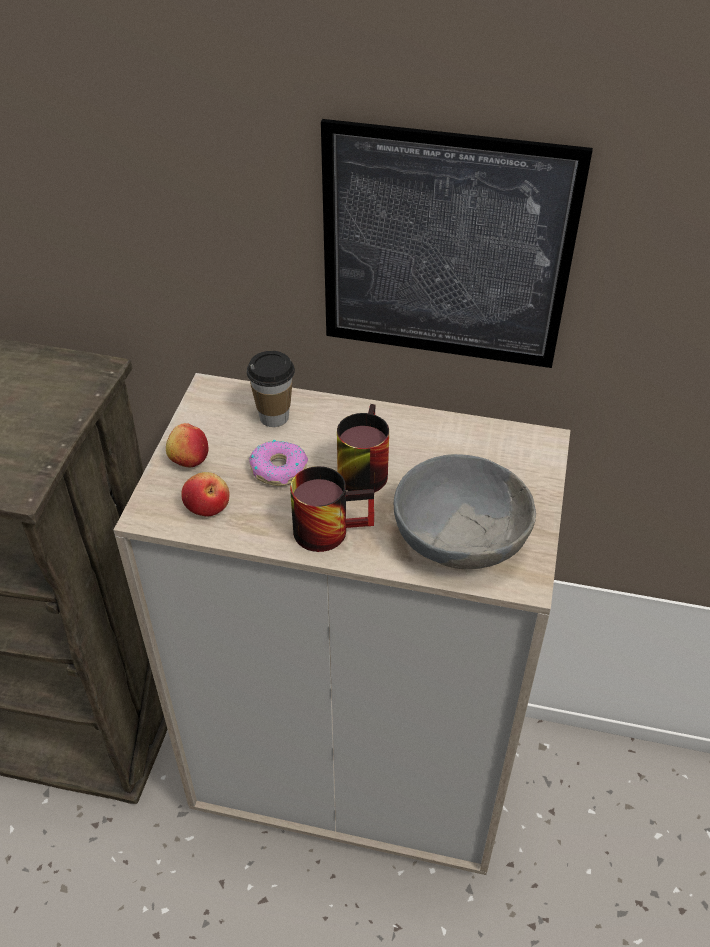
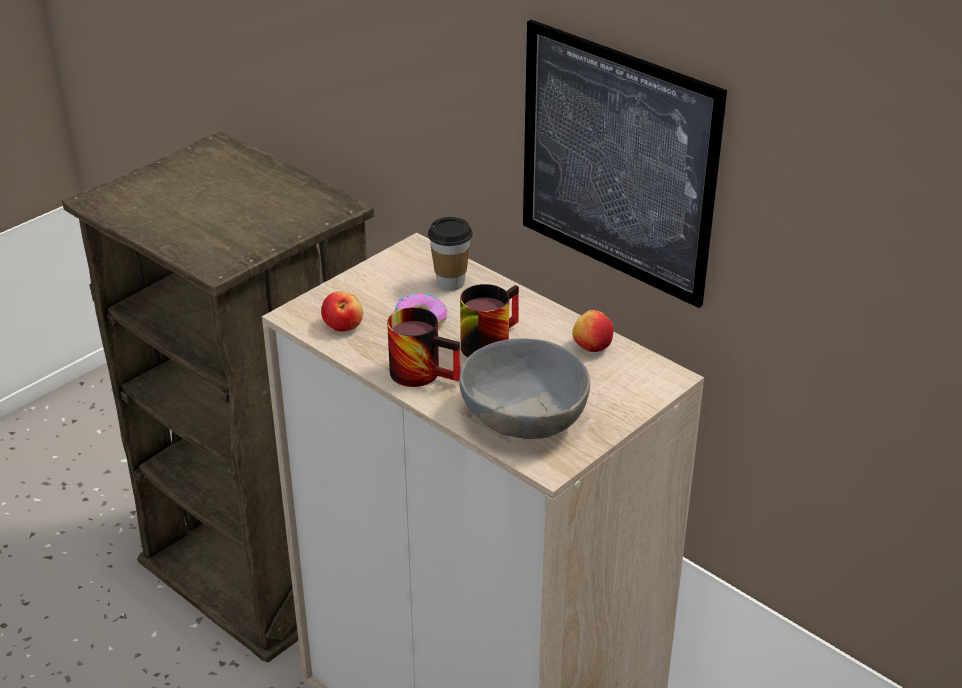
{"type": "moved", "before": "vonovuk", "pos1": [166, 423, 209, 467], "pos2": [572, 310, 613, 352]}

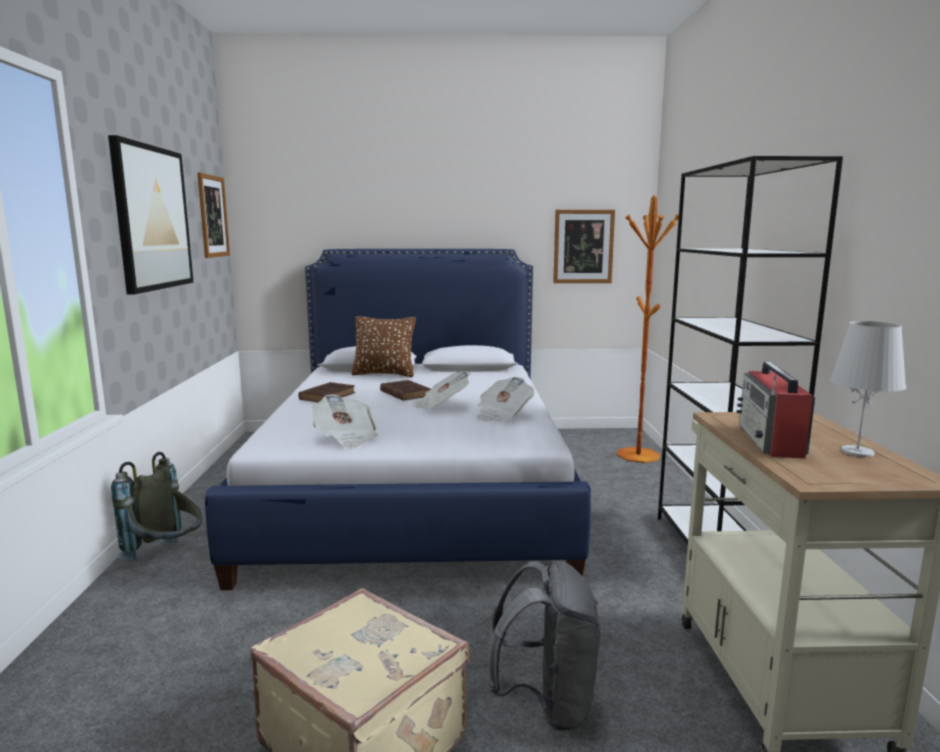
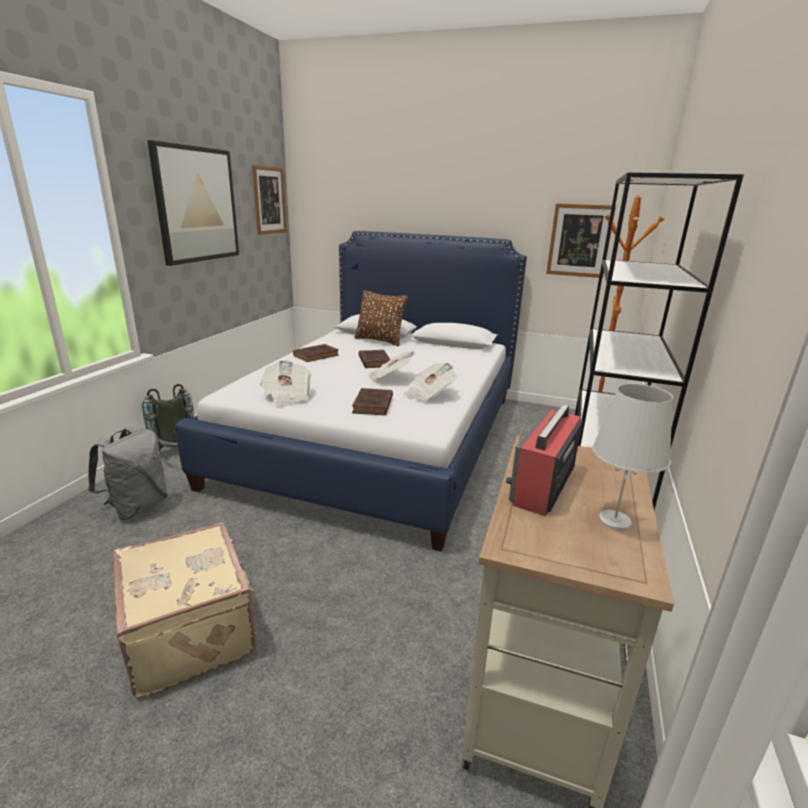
{"type": "moved", "before": "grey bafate", "pos1": [488, 560, 600, 731], "pos2": [88, 427, 168, 520]}
{"type": "added", "after": "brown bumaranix", "pos2": [352, 388, 393, 416]}

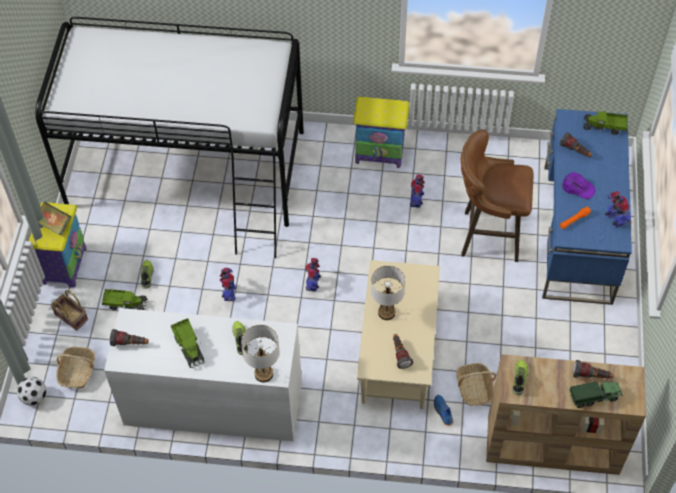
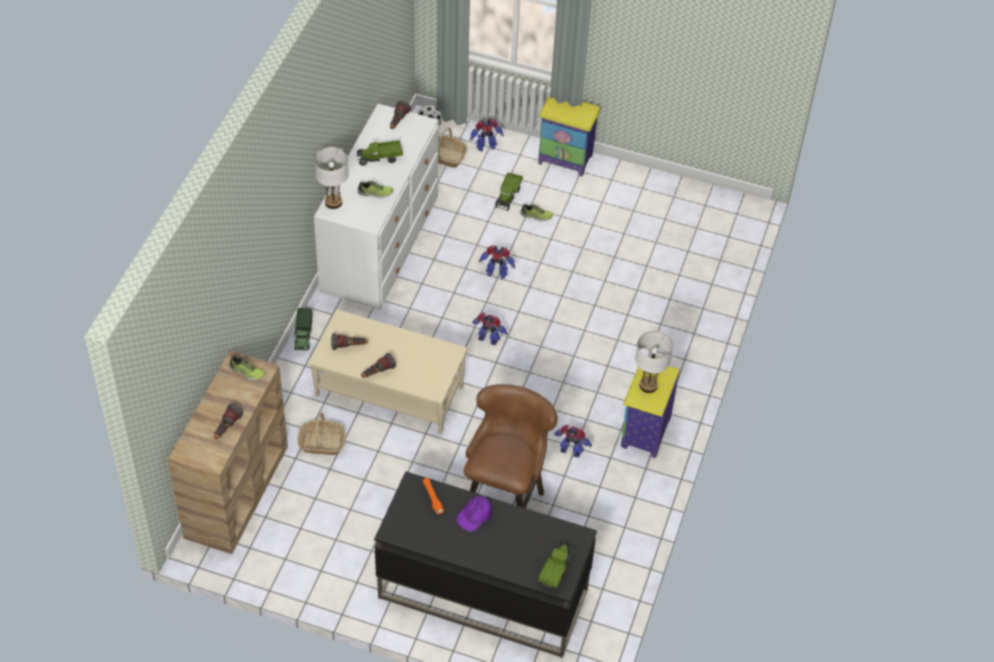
{"type": "moved", "before": "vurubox", "pos1": [570, 379, 623, 408], "pos2": [293, 308, 312, 350]}
{"type": "moved", "before": "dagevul", "pos1": [560, 132, 592, 157], "pos2": [361, 353, 396, 378]}
{"type": "recoloured", "before": "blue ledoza", "after": "black ledoza", "pos1": [542, 109, 632, 305], "pos2": [374, 471, 597, 658]}
{"type": "moved", "before": "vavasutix", "pos1": [605, 191, 631, 228], "pos2": [470, 119, 504, 151]}
{"type": "moved", "before": "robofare", "pos1": [371, 266, 405, 320], "pos2": [635, 331, 673, 393]}
{"type": "removed", "before": "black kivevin", "pos1": [35, 17, 304, 258]}
{"type": "removed", "before": "bumaranix", "pos1": [38, 202, 71, 235]}
{"type": "removed", "before": "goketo", "pos1": [50, 290, 88, 331]}
{"type": "removed", "before": "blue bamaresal", "pos1": [434, 395, 453, 426]}

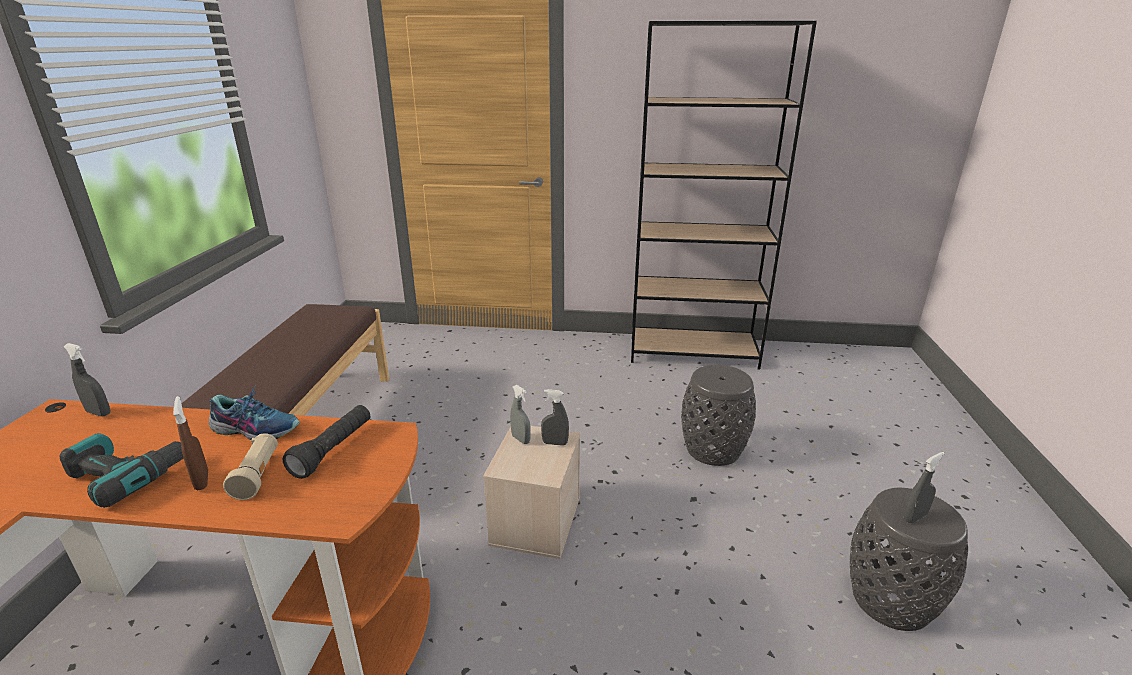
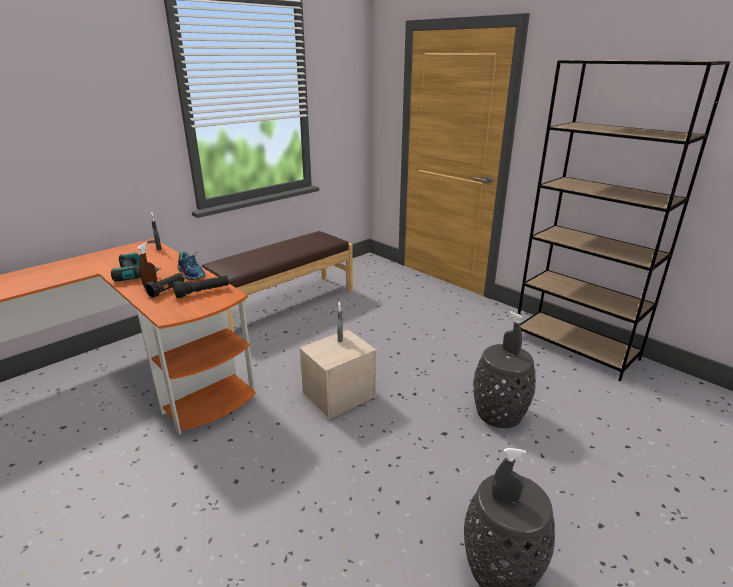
{"type": "recoloured", "before": "beige dagevul", "after": "black dagevul", "pos1": [223, 433, 278, 500], "pos2": [145, 273, 184, 298]}
{"type": "moved", "before": "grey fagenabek", "pos1": [541, 389, 569, 446], "pos2": [503, 311, 523, 356]}

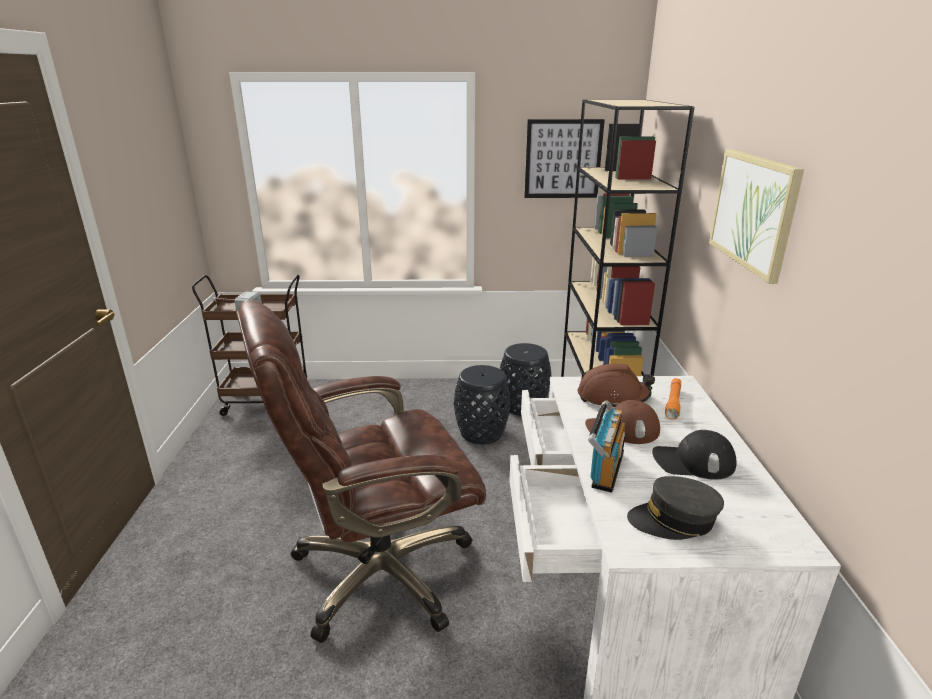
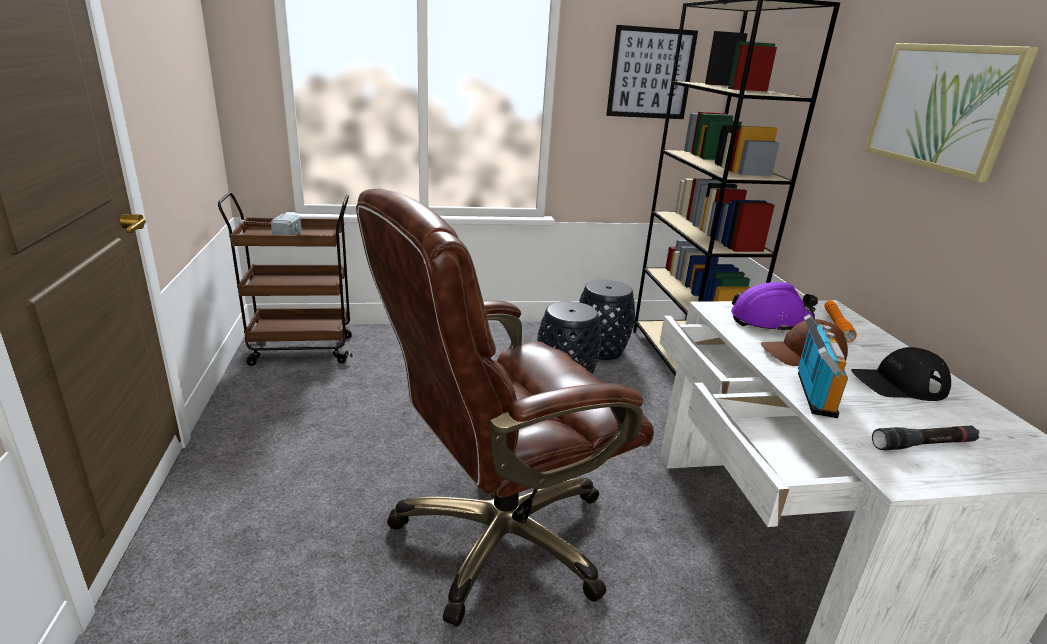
{"type": "recoloured", "before": "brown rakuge", "after": "purple rakuge", "pos1": [578, 364, 655, 407], "pos2": [731, 282, 818, 333]}
{"type": "replaced", "before": "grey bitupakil", "after": "black dagevul", "pos1": [627, 476, 724, 540], "pos2": [872, 426, 979, 450]}

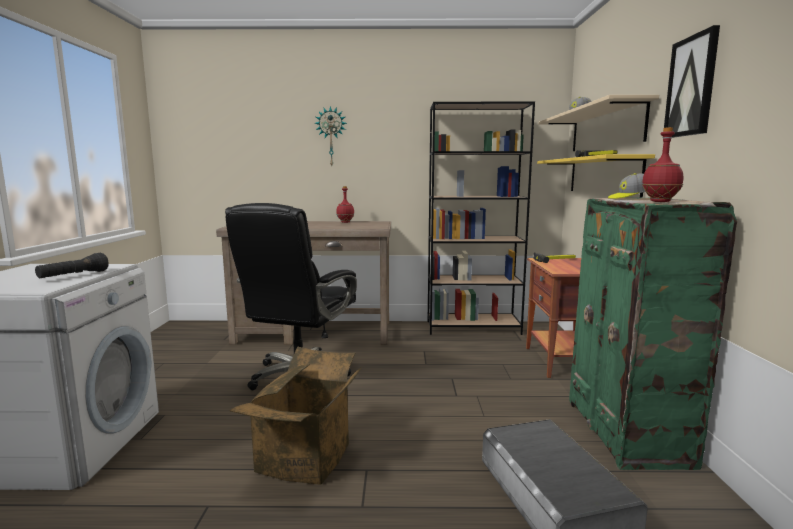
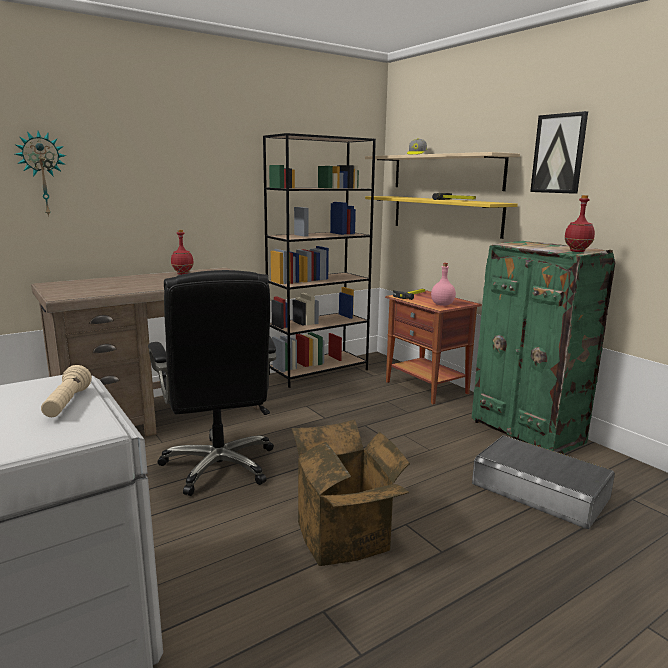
{"type": "moved", "before": "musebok", "pos1": [315, 106, 347, 166], "pos2": [15, 131, 66, 217]}
{"type": "recoloured", "before": "black dagevul", "after": "beige dagevul", "pos1": [35, 253, 109, 278], "pos2": [41, 365, 92, 417]}
{"type": "added", "after": "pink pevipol", "pos2": [431, 263, 456, 306]}
{"type": "removed", "before": "bitupakil", "pos1": [608, 173, 646, 199]}

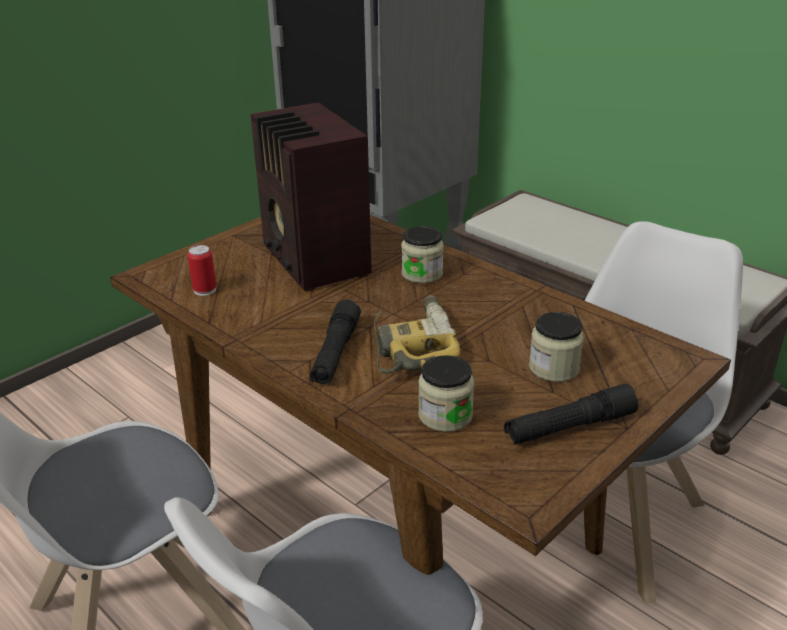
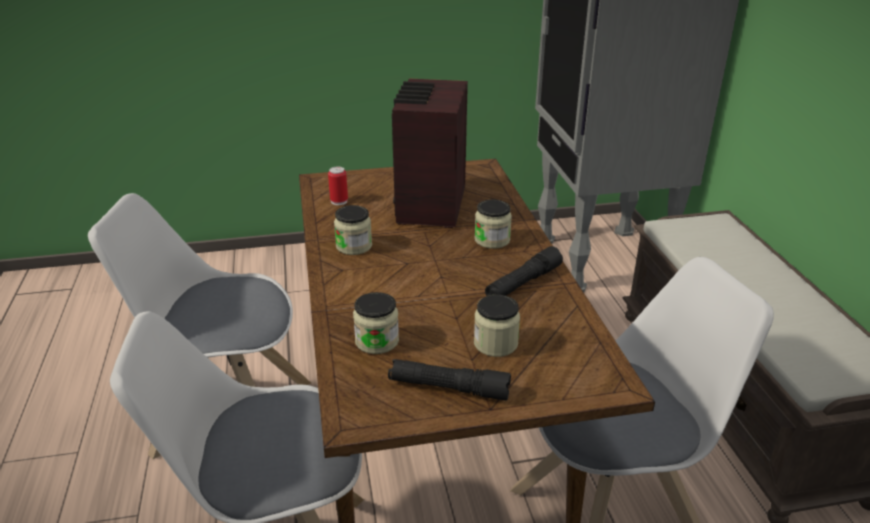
{"type": "added", "after": "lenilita", "pos2": [334, 205, 372, 255]}
{"type": "moved", "before": "black dagevul", "pos1": [310, 300, 361, 384], "pos2": [485, 246, 563, 296]}
{"type": "removed", "before": "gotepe", "pos1": [374, 295, 460, 374]}

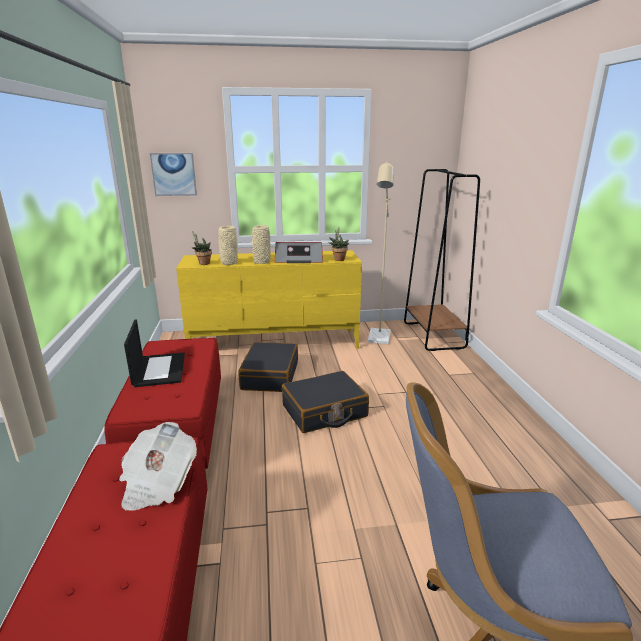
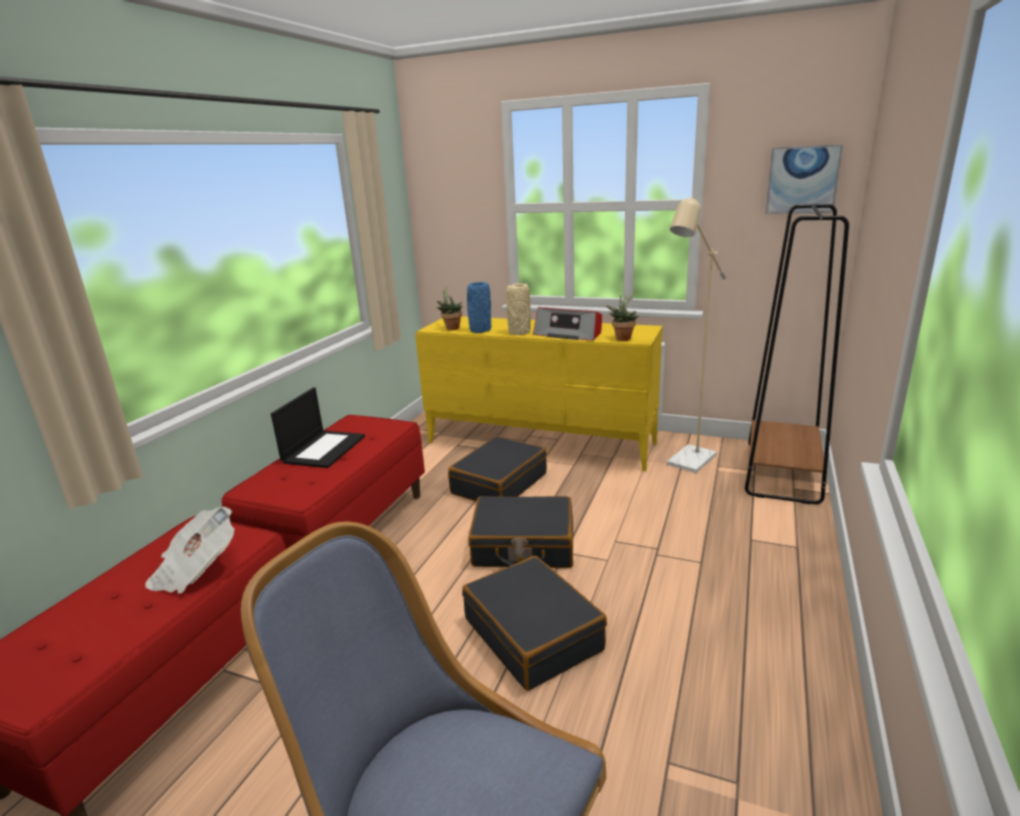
{"type": "added", "after": "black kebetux", "pos2": [462, 556, 607, 691]}
{"type": "recoloured", "before": "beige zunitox", "after": "blue zunitox", "pos1": [218, 225, 238, 265], "pos2": [467, 282, 491, 333]}
{"type": "moved", "before": "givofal", "pos1": [150, 153, 197, 196], "pos2": [765, 144, 843, 214]}

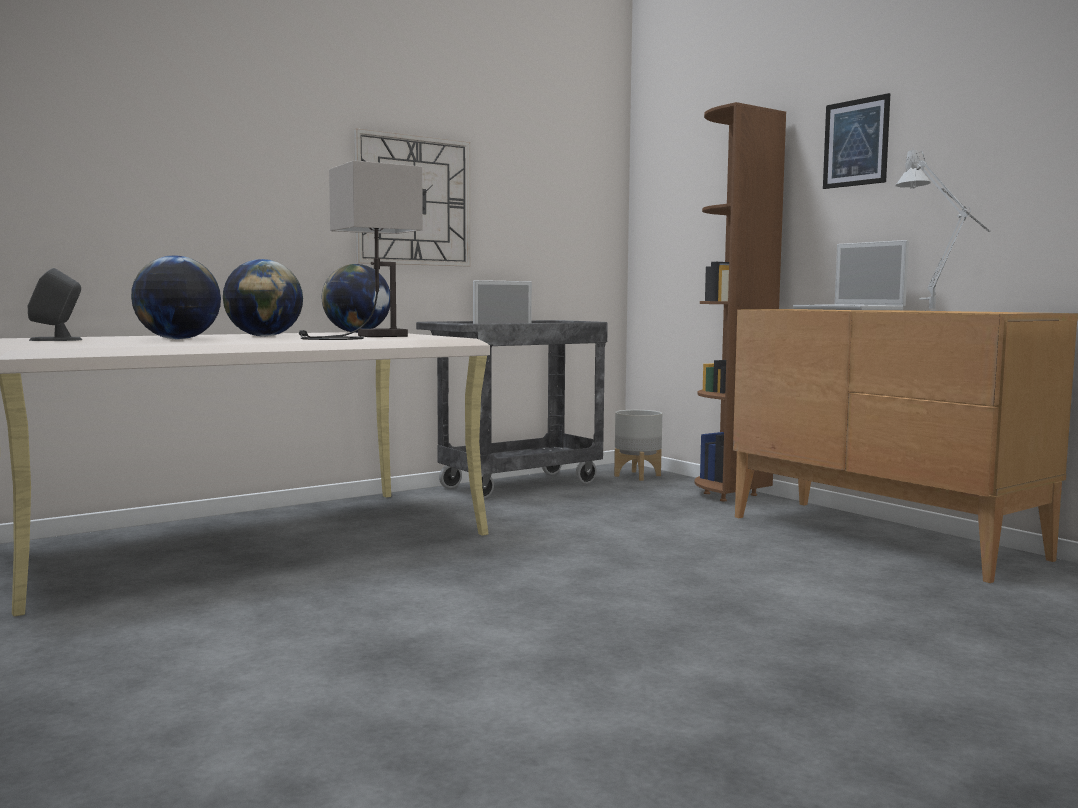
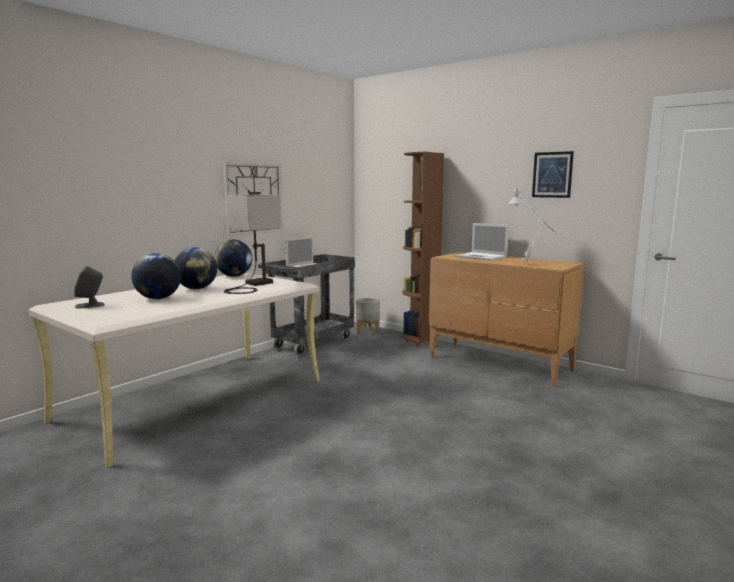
{"type": "moved", "before": "givofal", "pos1": [823, 93, 890, 189], "pos2": [532, 151, 574, 198]}

